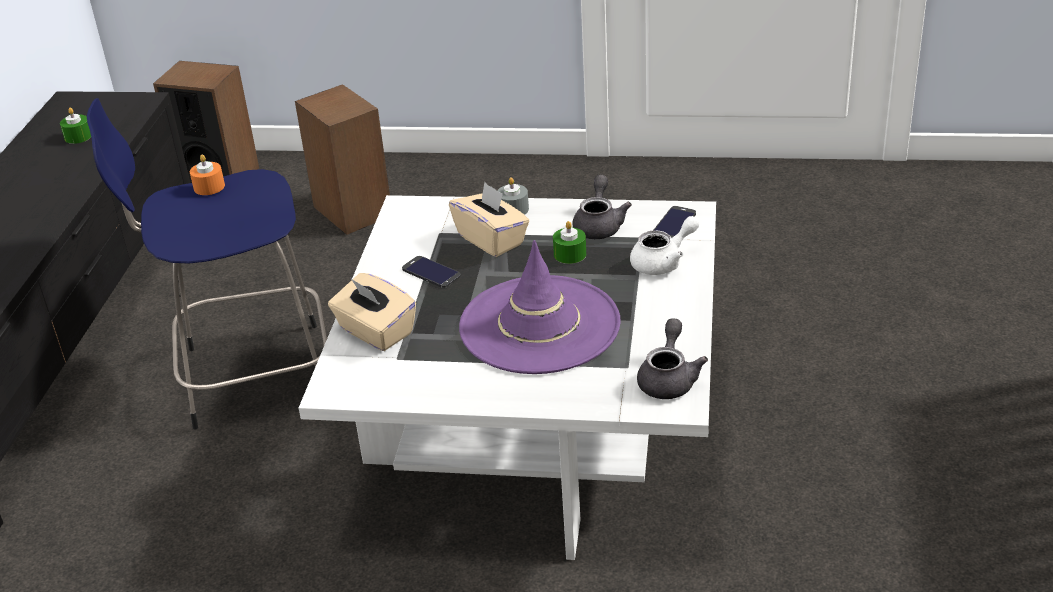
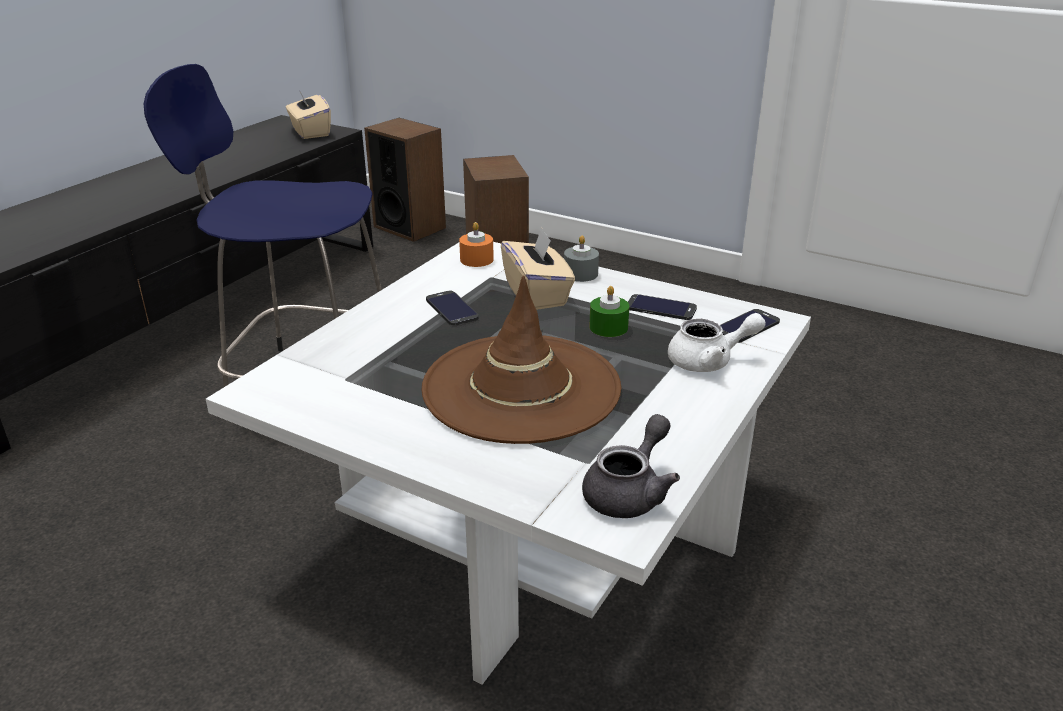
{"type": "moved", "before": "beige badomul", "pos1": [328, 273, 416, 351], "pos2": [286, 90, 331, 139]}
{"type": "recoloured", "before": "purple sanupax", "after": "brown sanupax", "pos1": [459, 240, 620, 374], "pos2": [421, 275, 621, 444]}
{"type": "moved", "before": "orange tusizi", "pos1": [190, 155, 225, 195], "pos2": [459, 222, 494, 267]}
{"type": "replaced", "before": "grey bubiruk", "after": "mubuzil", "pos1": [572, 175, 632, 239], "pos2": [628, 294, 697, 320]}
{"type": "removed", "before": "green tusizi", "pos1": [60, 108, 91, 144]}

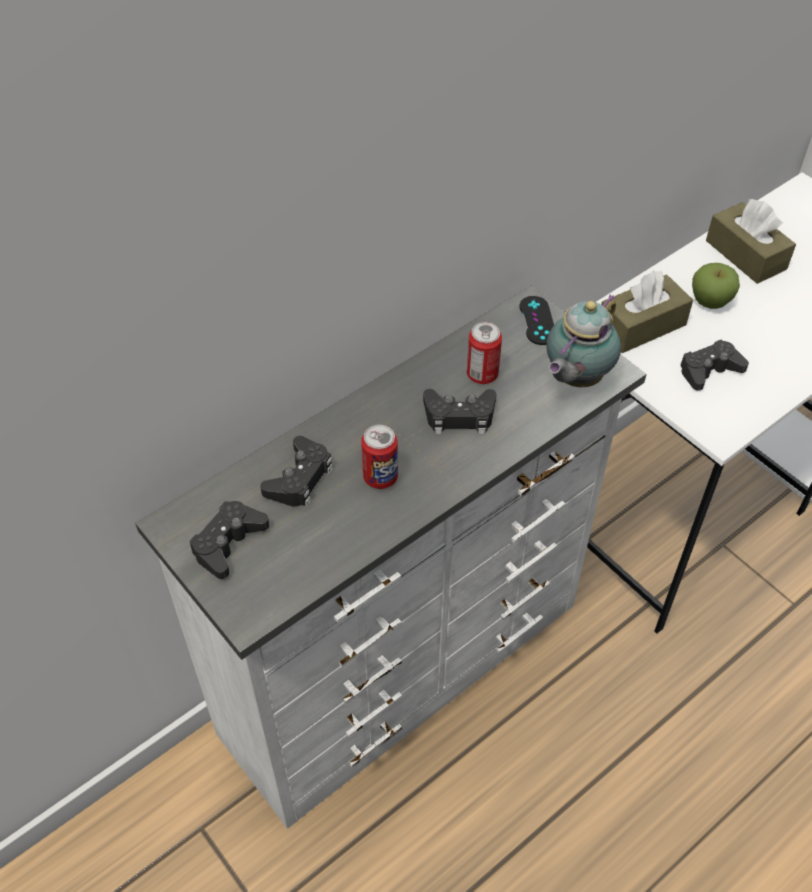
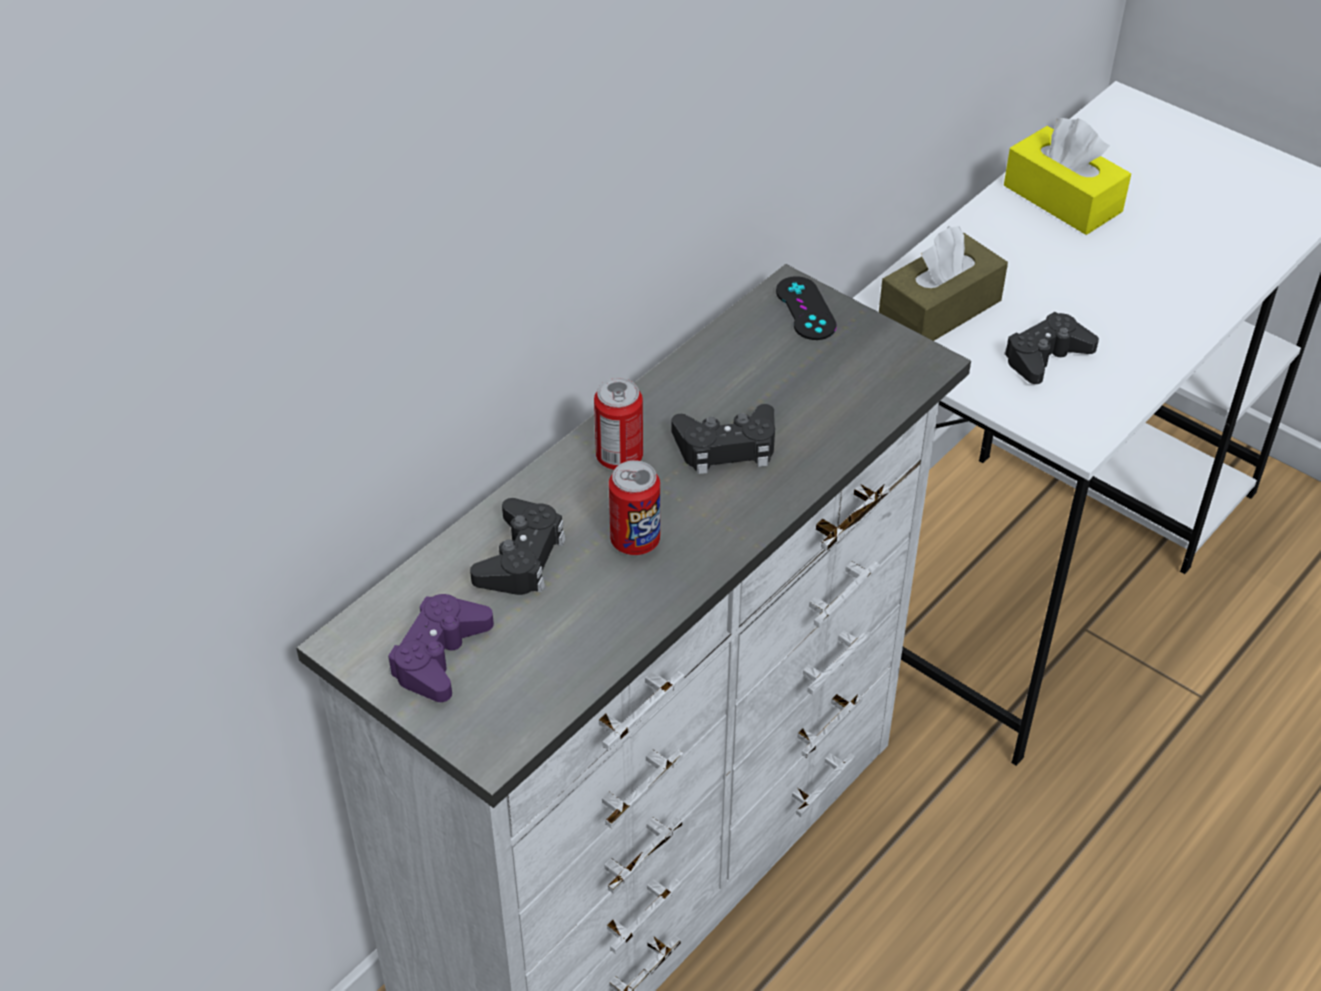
{"type": "recoloured", "before": "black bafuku", "after": "purple bafuku", "pos1": [190, 501, 269, 579], "pos2": [388, 594, 494, 702]}
{"type": "moved", "before": "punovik", "pos1": [467, 322, 502, 384], "pos2": [594, 378, 643, 470]}
{"type": "recoloured", "before": "brown badomul", "after": "yellow badomul", "pos1": [706, 199, 796, 284], "pos2": [1004, 118, 1131, 235]}
{"type": "removed", "before": "bubiruk", "pos1": [546, 294, 621, 387]}
{"type": "removed", "before": "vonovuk", "pos1": [692, 263, 740, 309]}

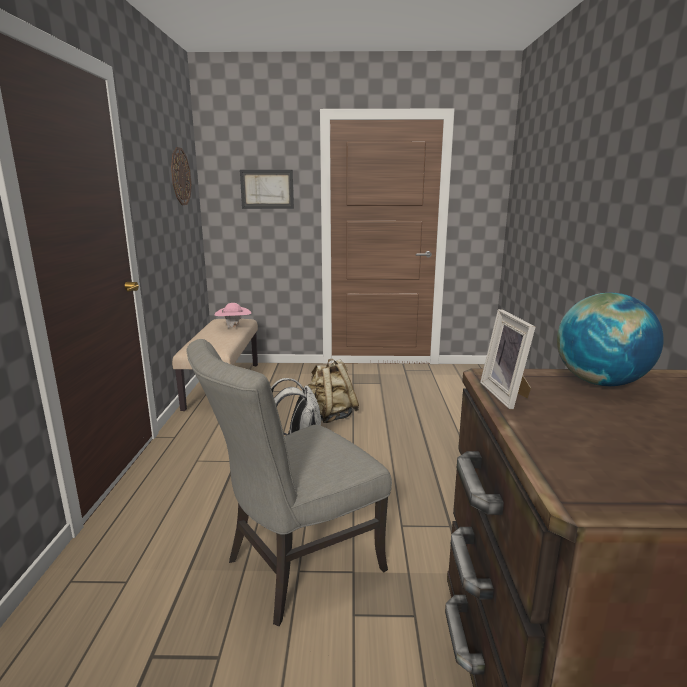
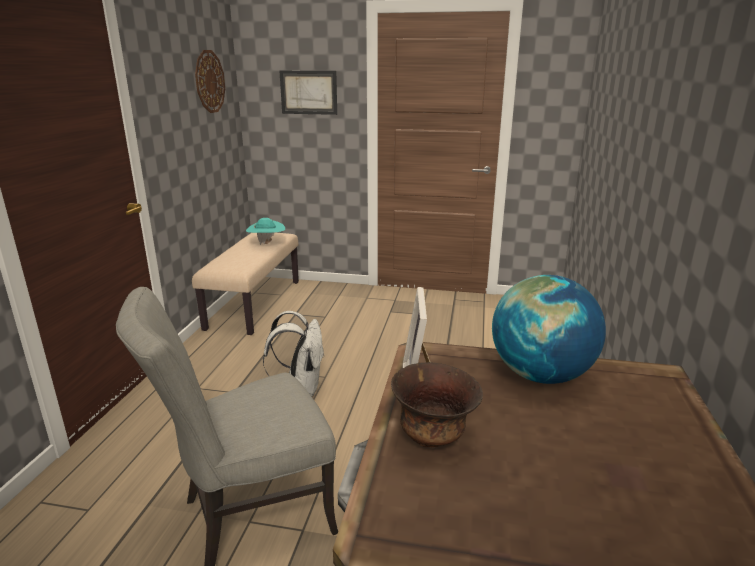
{"type": "recoloured", "before": "pink sanupax", "after": "turquoise sanupax", "pos1": [214, 303, 251, 328], "pos2": [246, 218, 285, 245]}
{"type": "added", "after": "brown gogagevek", "pos2": [391, 362, 483, 447]}
{"type": "removed", "before": "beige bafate", "pos1": [308, 359, 359, 423]}

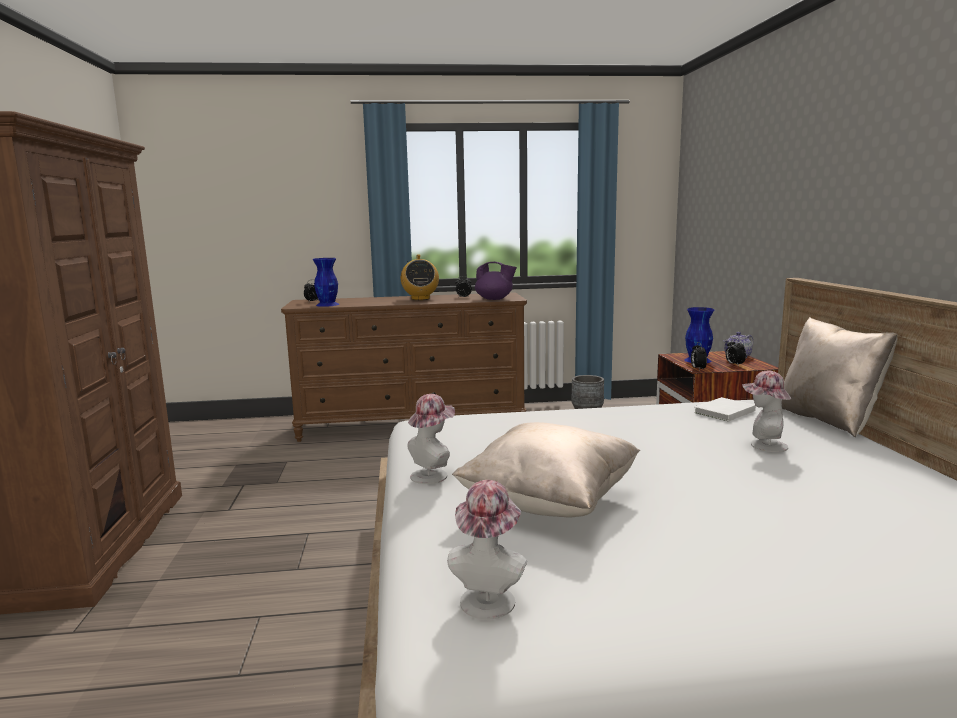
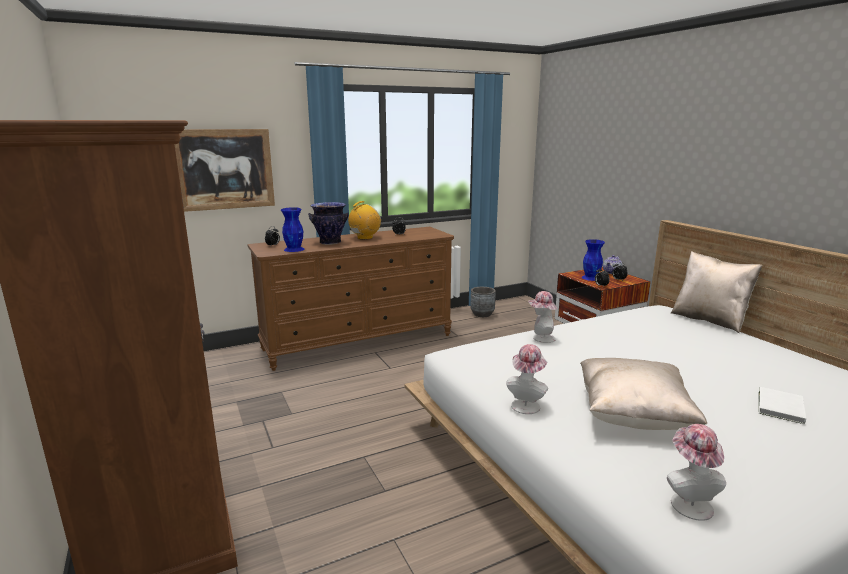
{"type": "added", "after": "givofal", "pos2": [175, 129, 275, 212]}
{"type": "added", "after": "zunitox", "pos2": [308, 202, 349, 245]}
{"type": "turned", "before": "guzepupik", "pos1": [401, 254, 439, 300], "pos2": [348, 201, 381, 240], "turn": -105}
{"type": "moved", "before": "sanupax", "pos1": [742, 371, 791, 452], "pos2": [528, 291, 557, 343]}
{"type": "moved", "before": "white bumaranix", "pos1": [694, 397, 756, 422], "pos2": [758, 387, 806, 424]}
{"type": "removed", "before": "purple bubiruk", "pos1": [475, 262, 517, 300]}

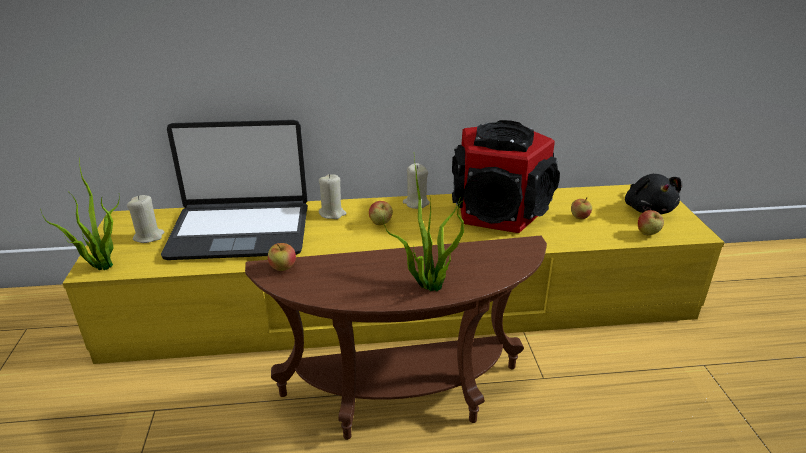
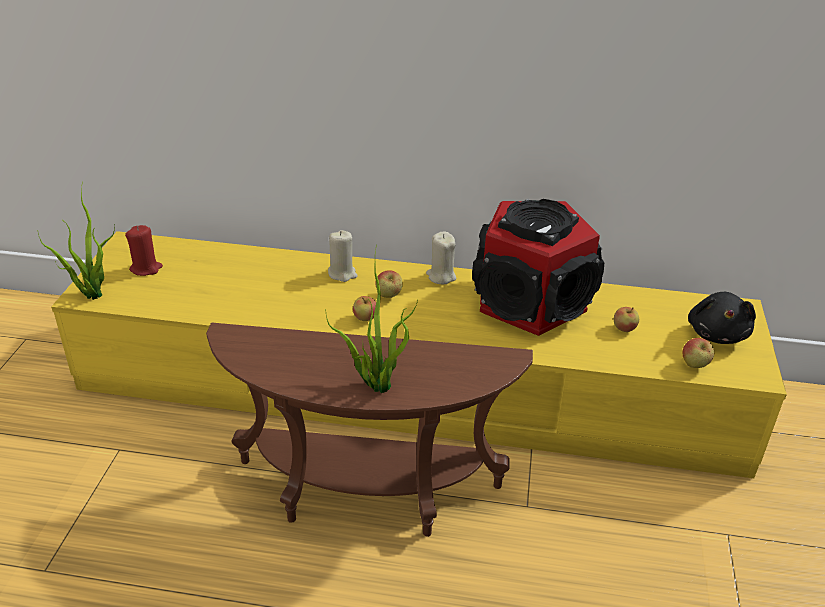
{"type": "recoloured", "before": "beige tusizi", "after": "red tusizi", "pos1": [127, 195, 164, 243], "pos2": [125, 225, 163, 276]}
{"type": "moved", "before": "vonovuk", "pos1": [268, 243, 296, 271], "pos2": [353, 296, 376, 321]}
{"type": "removed", "before": "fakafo", "pos1": [161, 120, 308, 260]}

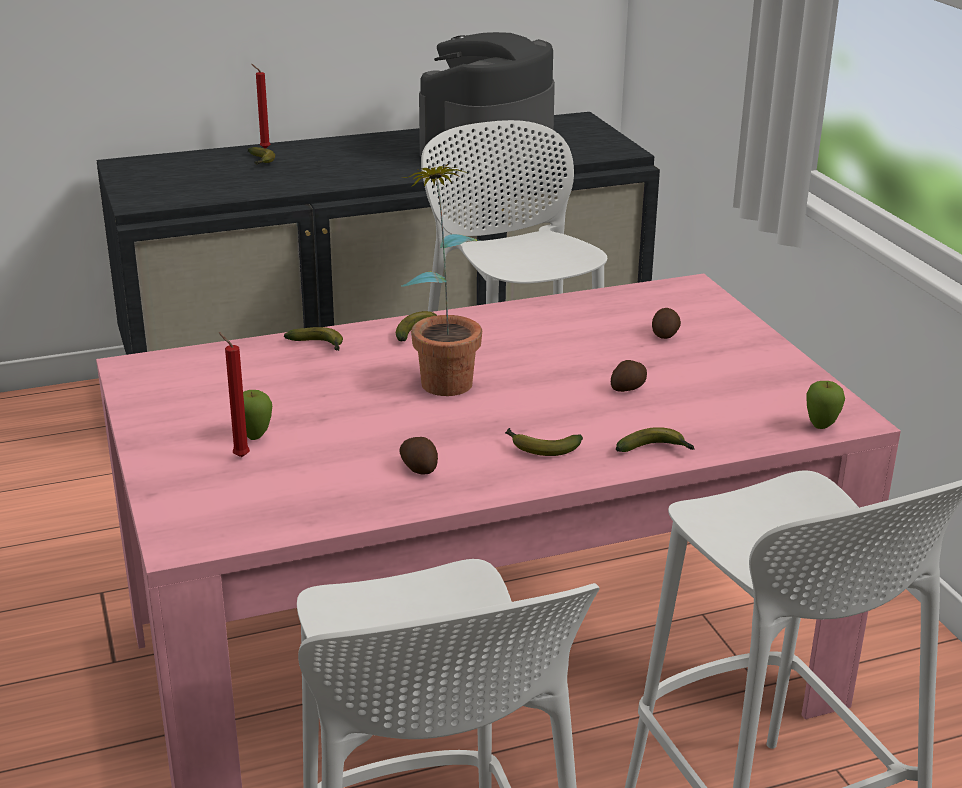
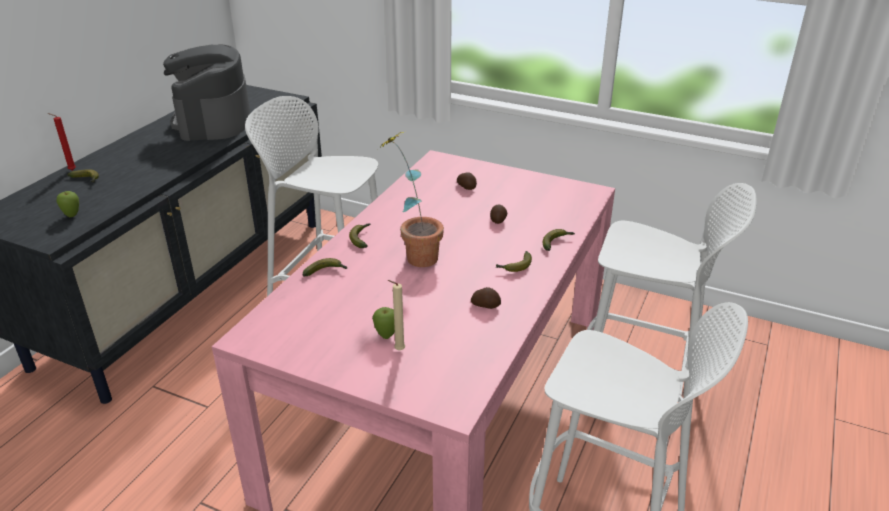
{"type": "moved", "before": "vonovuk", "pos1": [806, 381, 845, 429], "pos2": [57, 191, 79, 217]}
{"type": "recoloured", "before": "red tusizi", "after": "beige tusizi", "pos1": [219, 332, 250, 457], "pos2": [387, 280, 405, 350]}

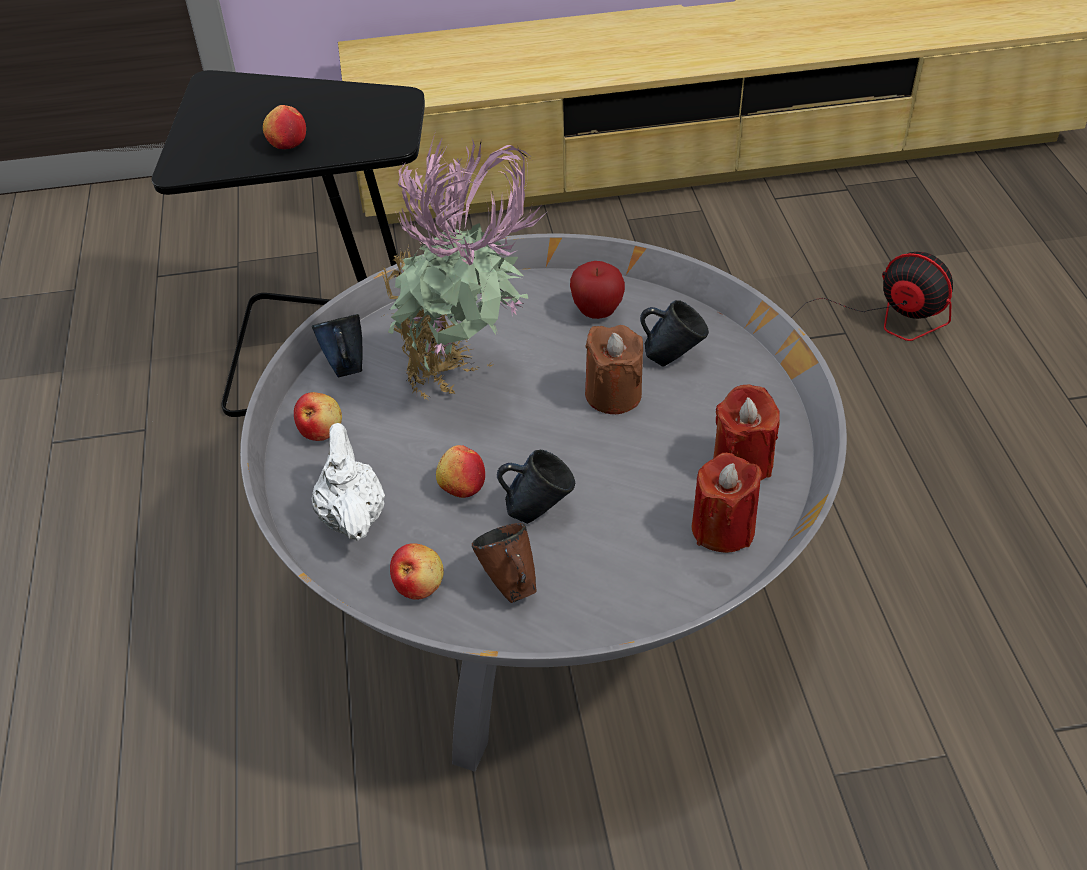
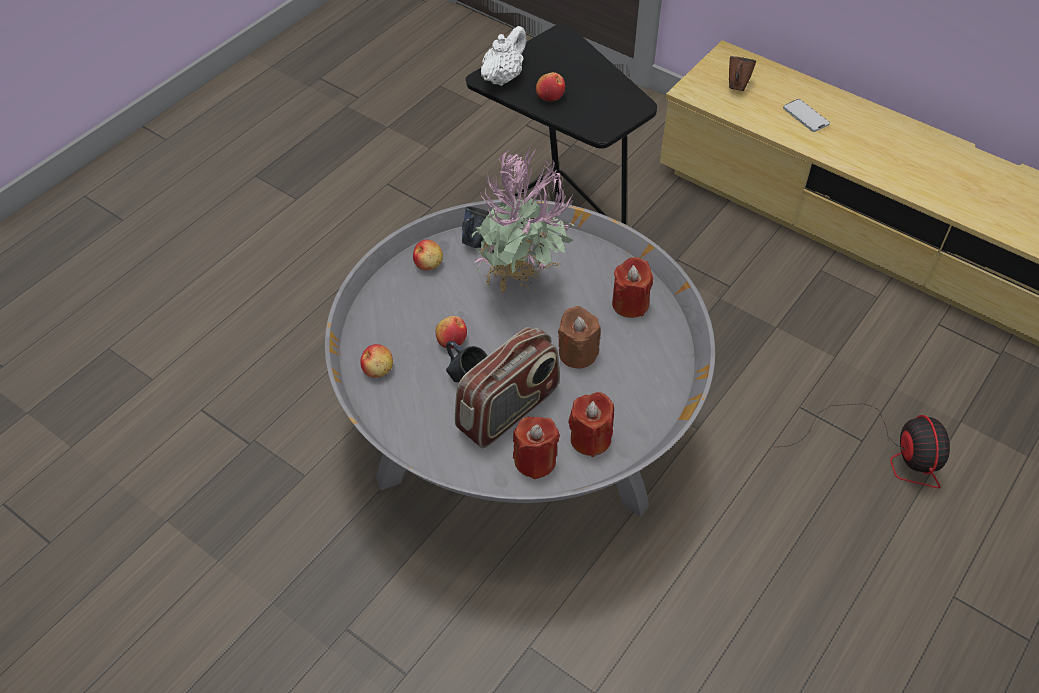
{"type": "added", "after": "guzepupik", "pos2": [455, 327, 560, 448]}
{"type": "moved", "before": "white bubiruk", "pos1": [312, 423, 385, 541], "pos2": [481, 26, 527, 86]}
{"type": "replaced", "before": "vonovuk", "after": "red tusizi", "pos1": [570, 261, 625, 319], "pos2": [612, 257, 653, 318]}
{"type": "moved", "before": "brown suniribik", "pos1": [472, 523, 537, 603], "pos2": [729, 56, 756, 91]}
{"type": "added", "after": "mubuzil", "pos2": [783, 99, 830, 132]}
{"type": "removed", "before": "blue suniribik", "pos1": [640, 300, 709, 367]}

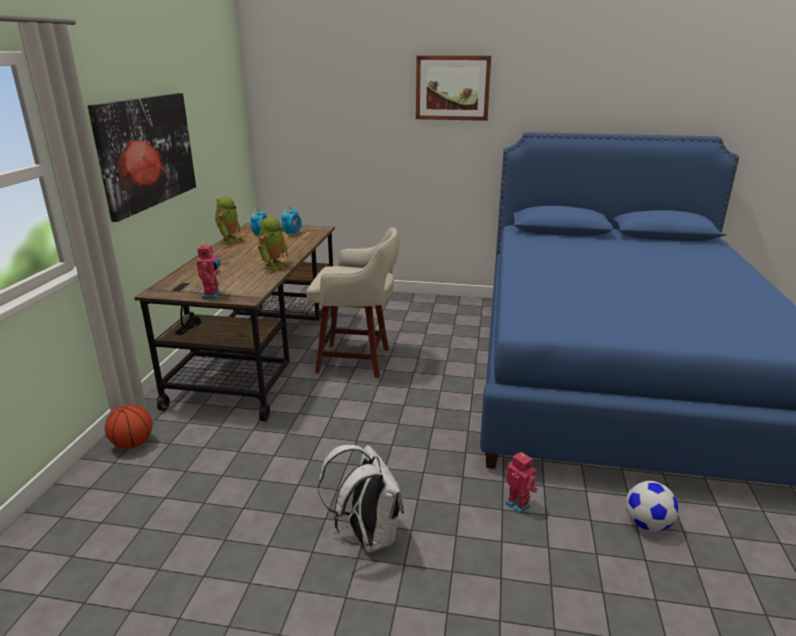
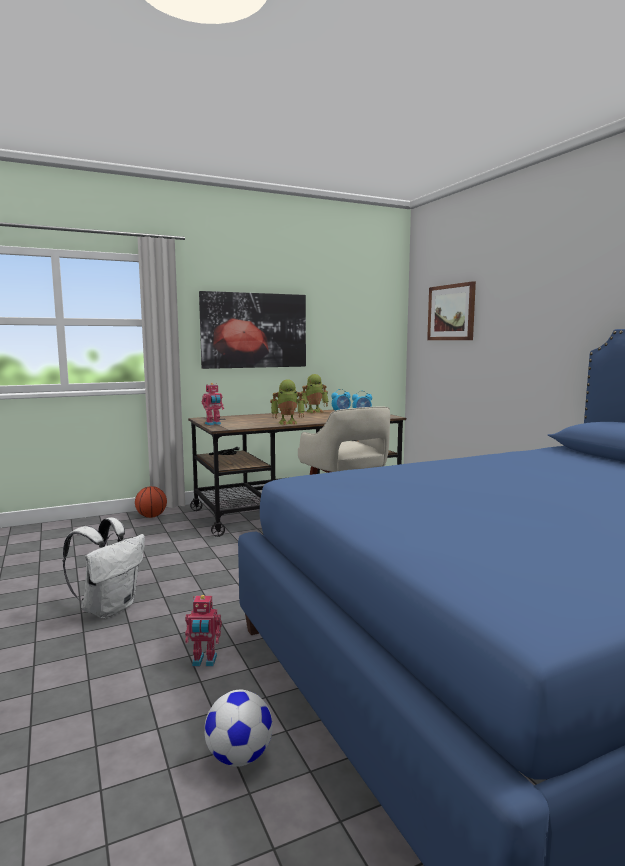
{"type": "turned", "before": "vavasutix", "pos1": [505, 452, 538, 514], "pos2": [185, 595, 222, 667], "turn": 75}
{"type": "moved", "before": "givofal", "pos1": [416, 56, 491, 121], "pos2": [427, 281, 476, 340]}

